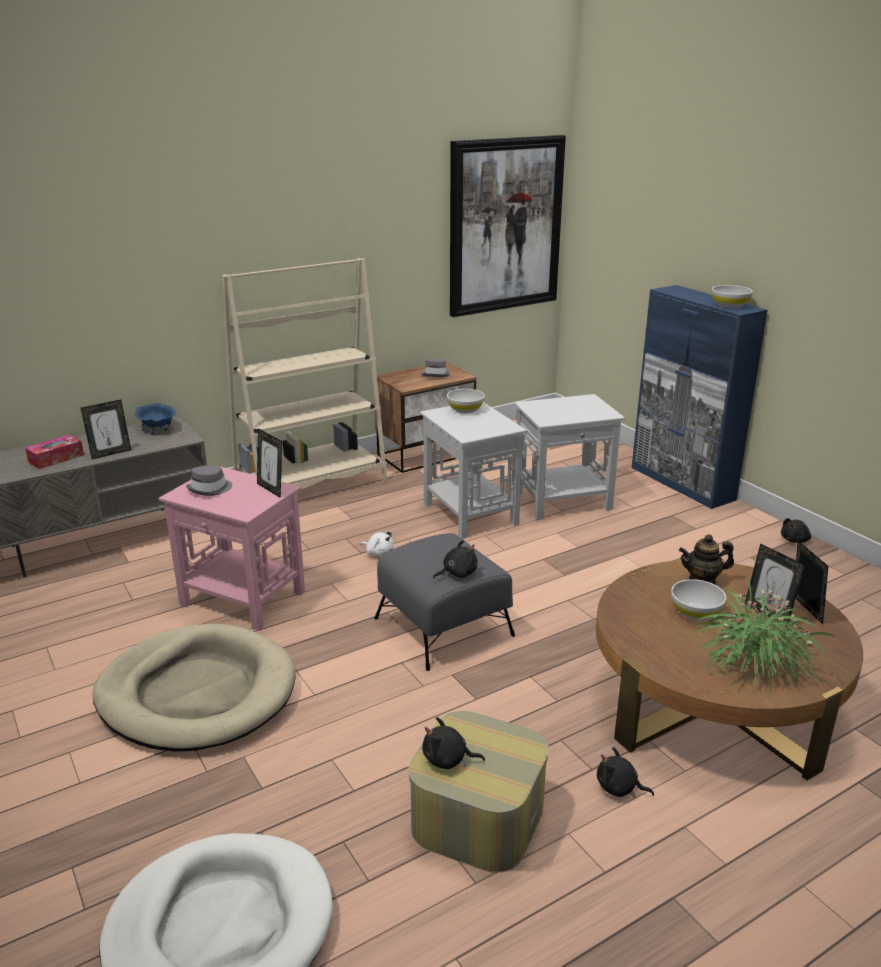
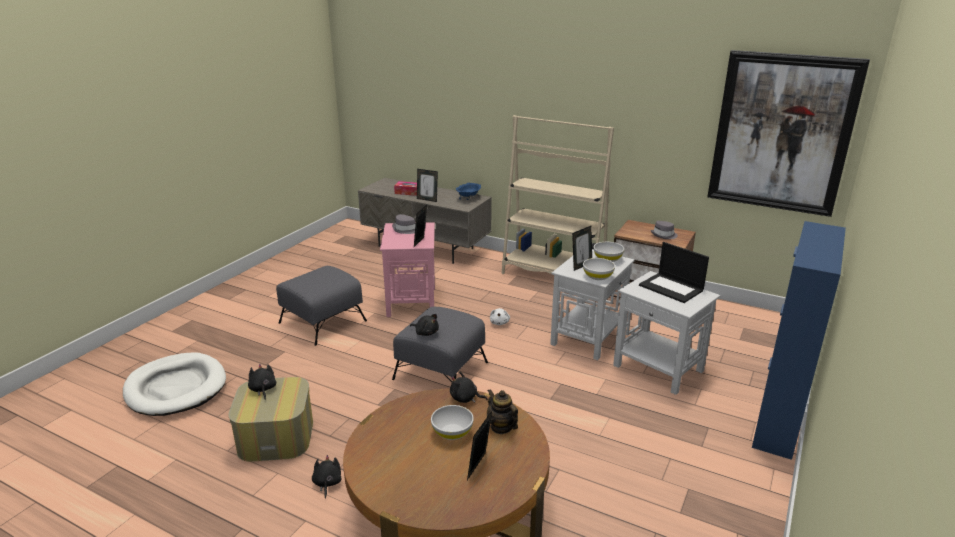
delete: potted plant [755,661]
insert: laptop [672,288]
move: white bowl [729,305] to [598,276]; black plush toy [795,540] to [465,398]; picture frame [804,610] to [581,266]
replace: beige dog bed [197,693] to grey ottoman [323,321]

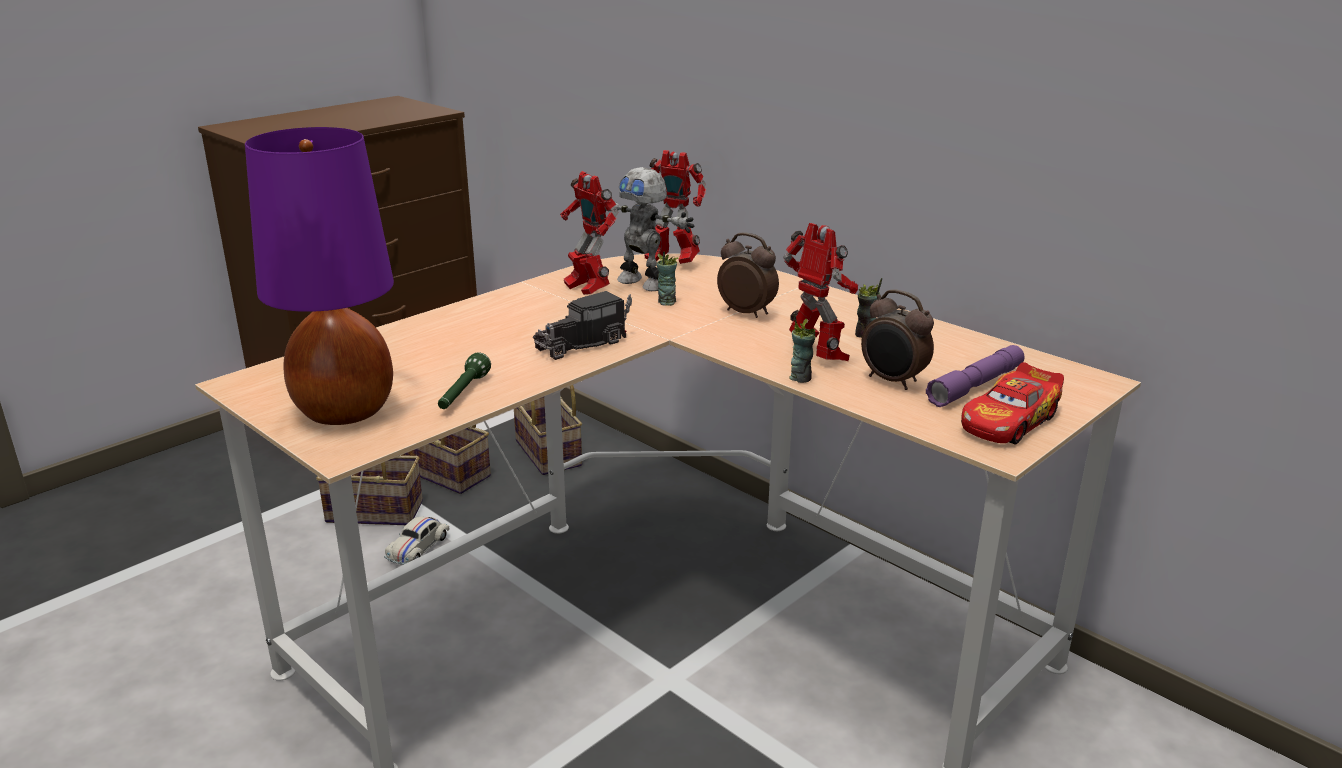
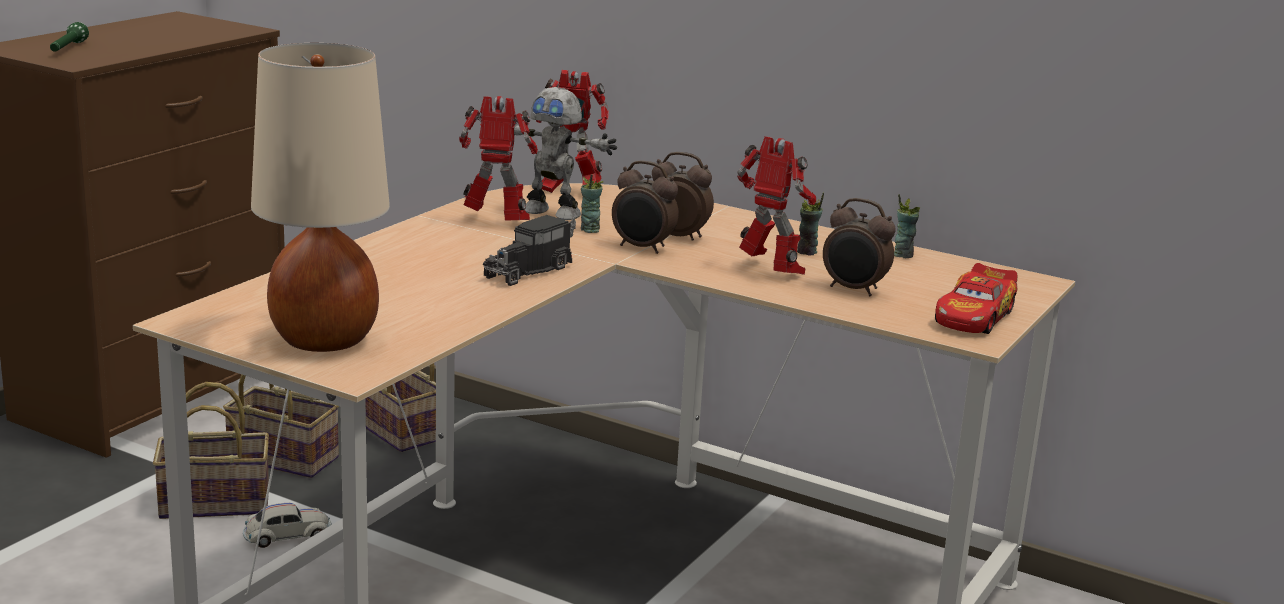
delete: purple flashlight [975,386]
insert: alarm clock [642,248]
move: green flashlight [463,394] to [67,49]; cup [800,378] to [903,255]
recolor: purple table lamp [346,411] to beige table lamp [326,340]
rotate: white toy car [418,548] = [287,535] 120 degrees counterclockwise; toy robot [587,291] = [497,222] 150 degrees clockwise

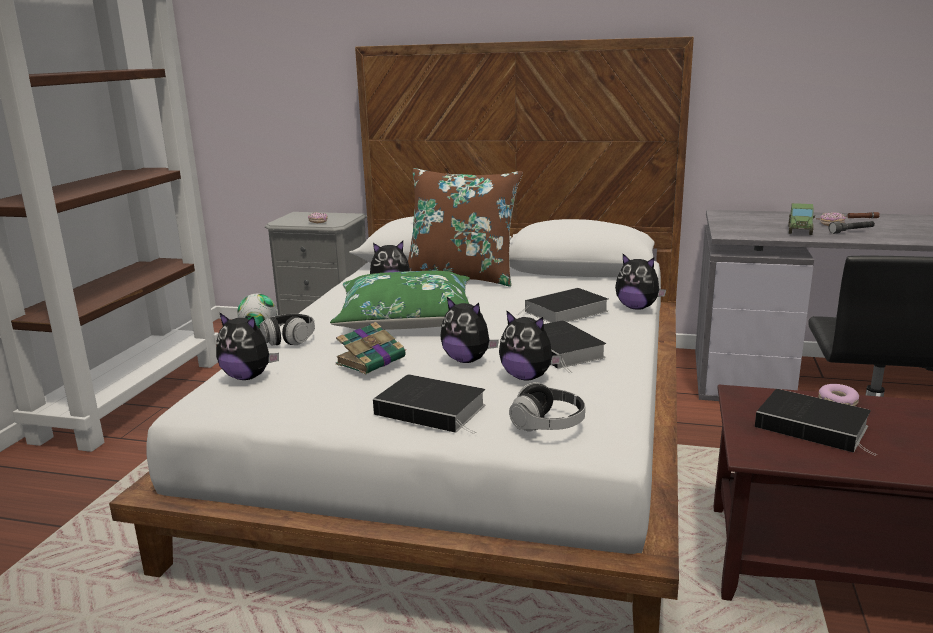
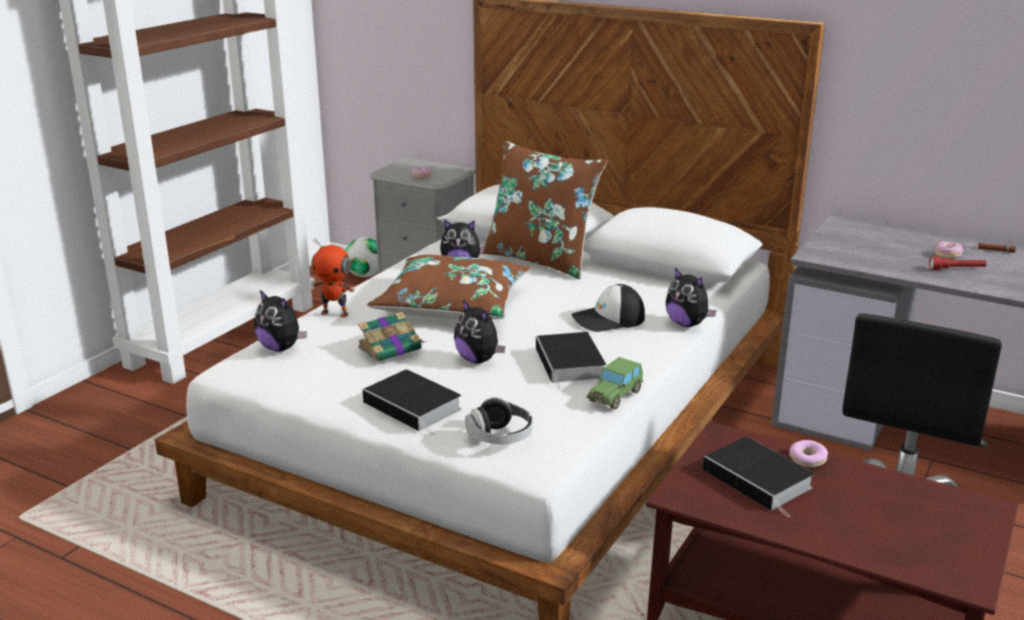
delete: plush toy [527,377]
move: toy car [799,230] to [615,396]
replace: headphones [289,339] to toy robot [335,313]; book [565,312] to cap [608,319]
recolor: green pillow [407,319] to brown pillow [452,305]; grey flashlight [851,231] to red flashlight [957,269]

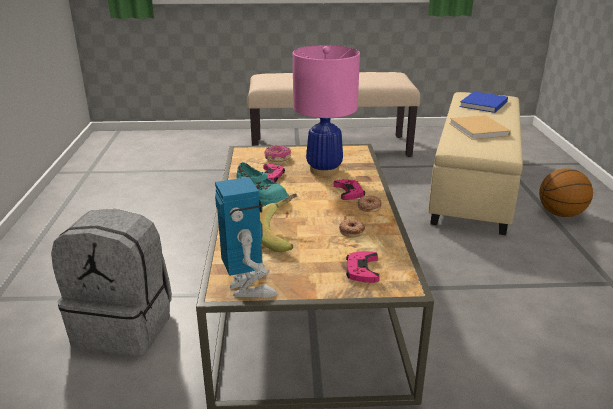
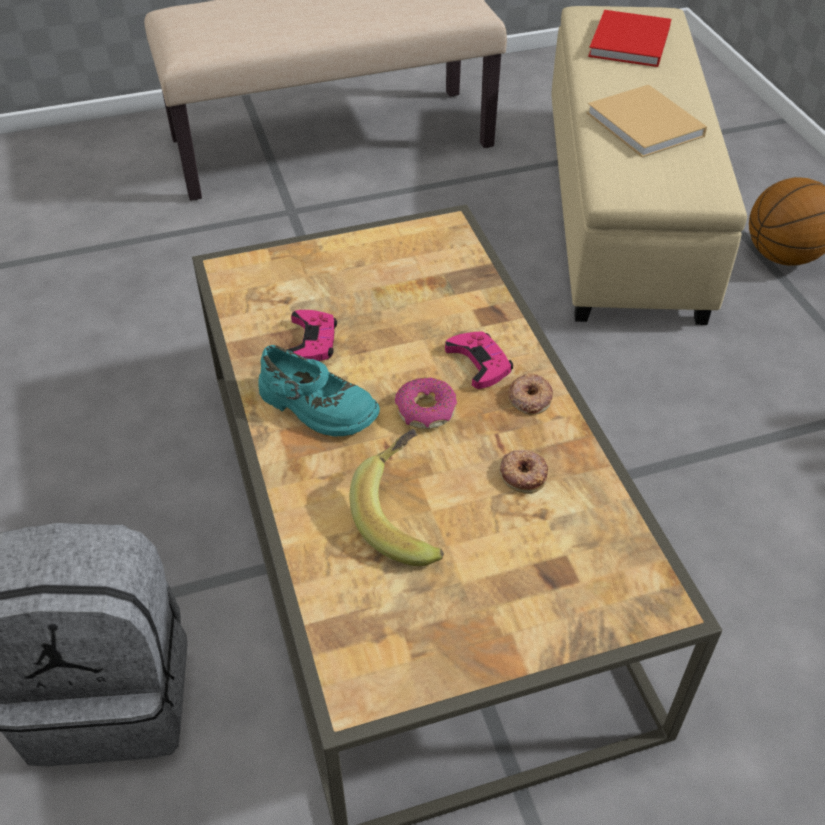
delete: toy robot [248,288]; pink table lamp [324,170]; pink game controller [362,270]
move: donut [277,158] to [425,411]
recolor: blue book [483,104] to red book [629,43]

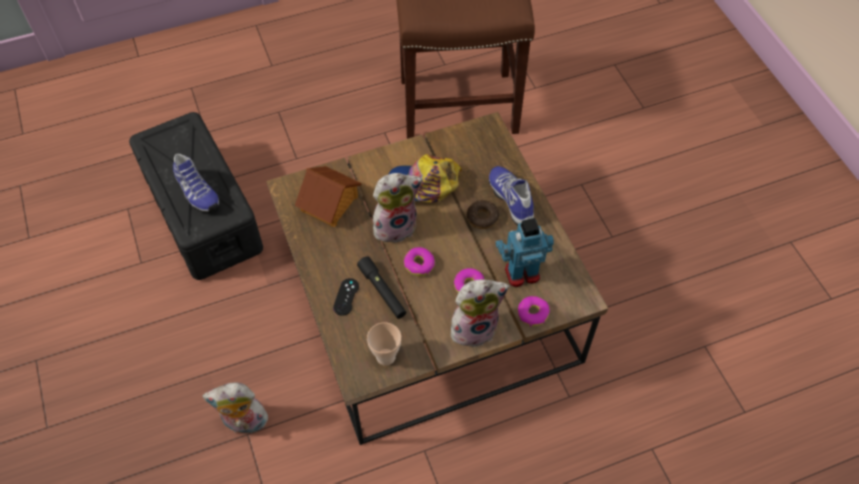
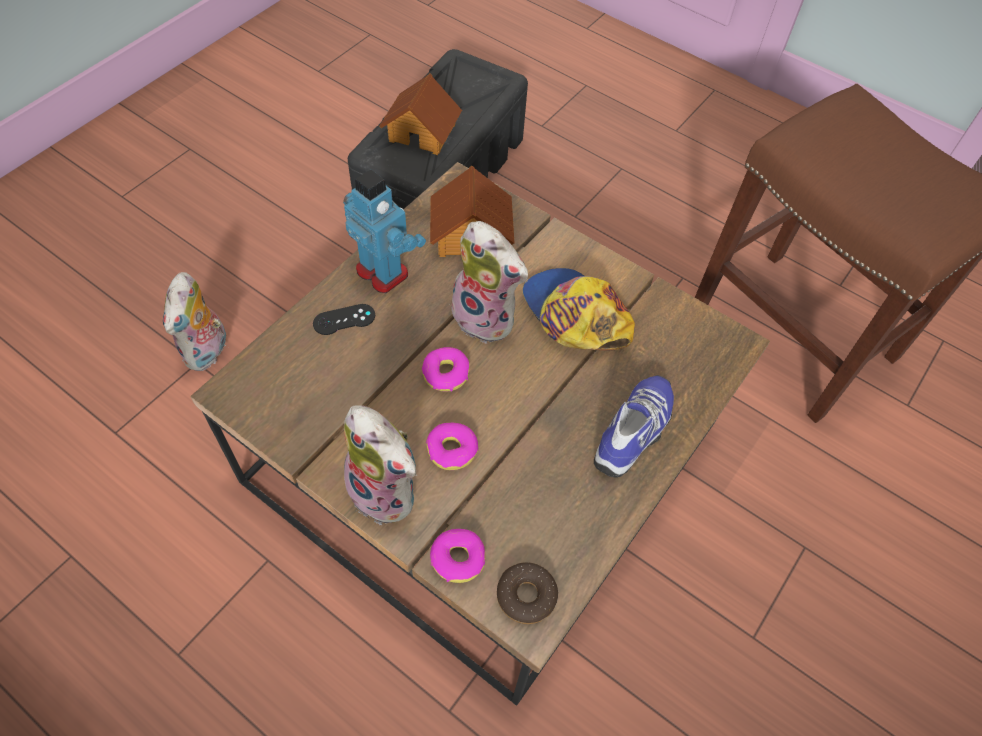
delete: black flashlight [382,291]; cup [385,357]
move: donut [482,217] to [526,596]; toy robot [521,273] to [383,272]
replace: shoe [196,192] to toy house [422,131]
rotate: plush toy [244,423] = [208,352] 135 degrees counterclockwise

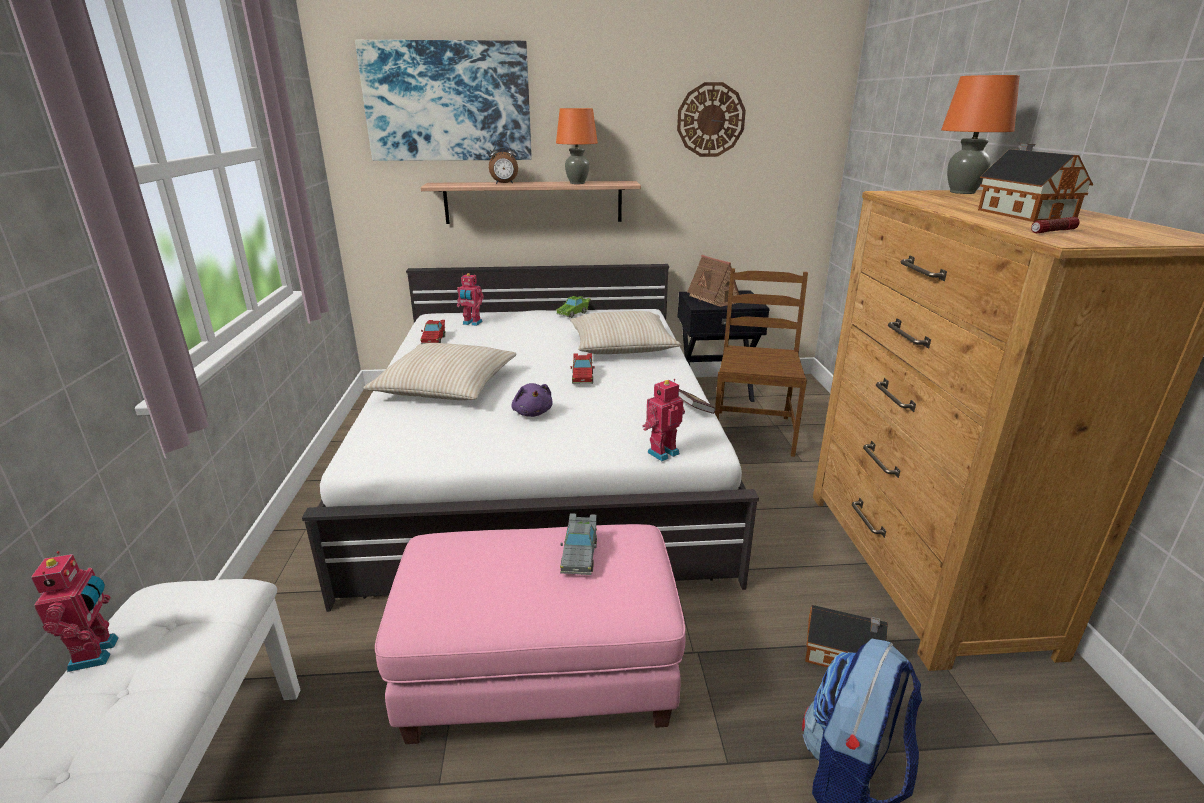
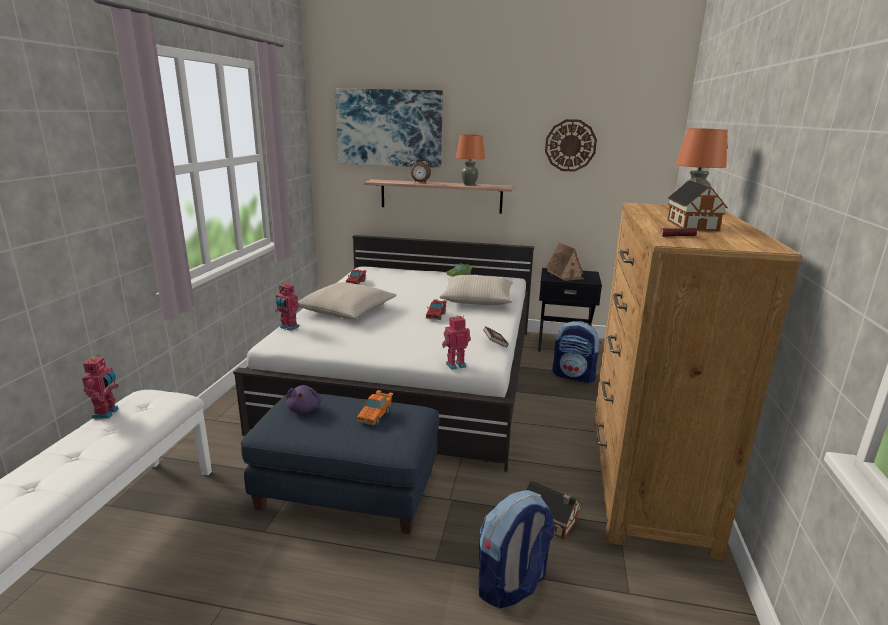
move: toy robot [472,323] to [288,327]; purple plush toy [532,412] to [304,409]
replace: brown chair [752,431] to backpack [574,376]
recolor: pink ottoman [541,671] to blue ottoman [349,490]; grey toy car [579,554] to orange toy car [376,415]

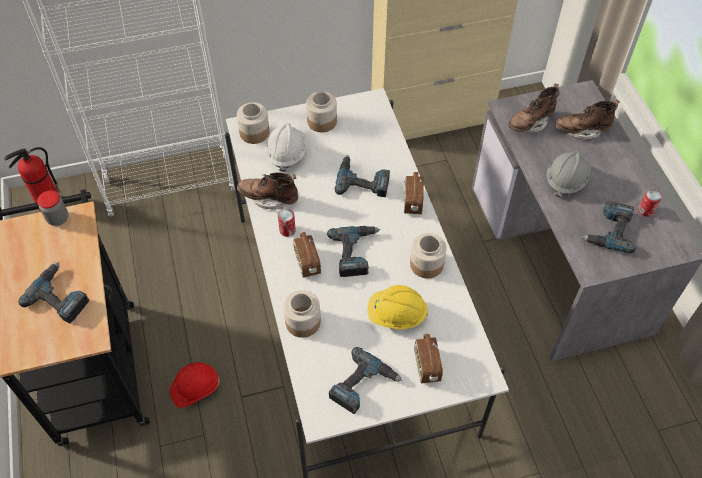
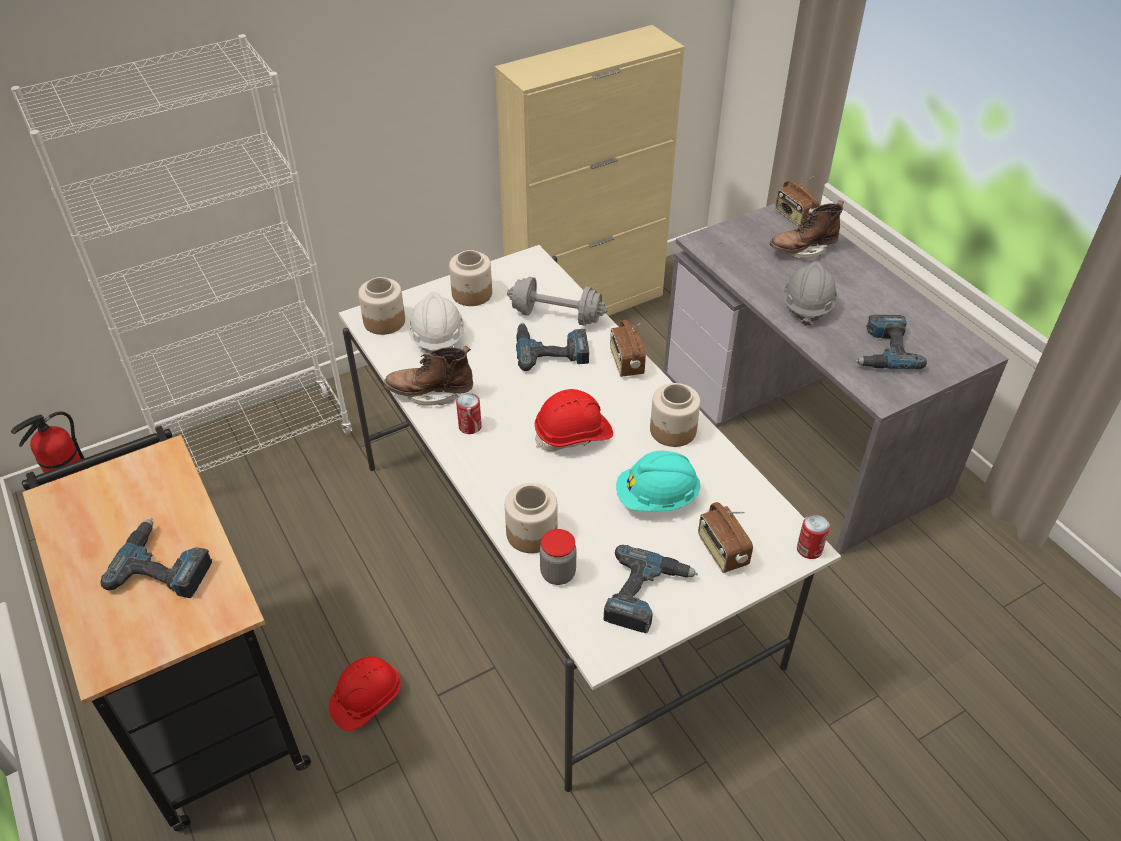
delete: brown boot [530,123]
insert: grey dumbbell [557,316]
move: jar [58,218] to [558,573]; radio [307,263] to [794,217]; can [646,210] to [809,549]
replace: power drill [356,253] to red hard hat [573,435]
recolor: yellow hard hat [396,315] to turquoise hard hat [657,498]

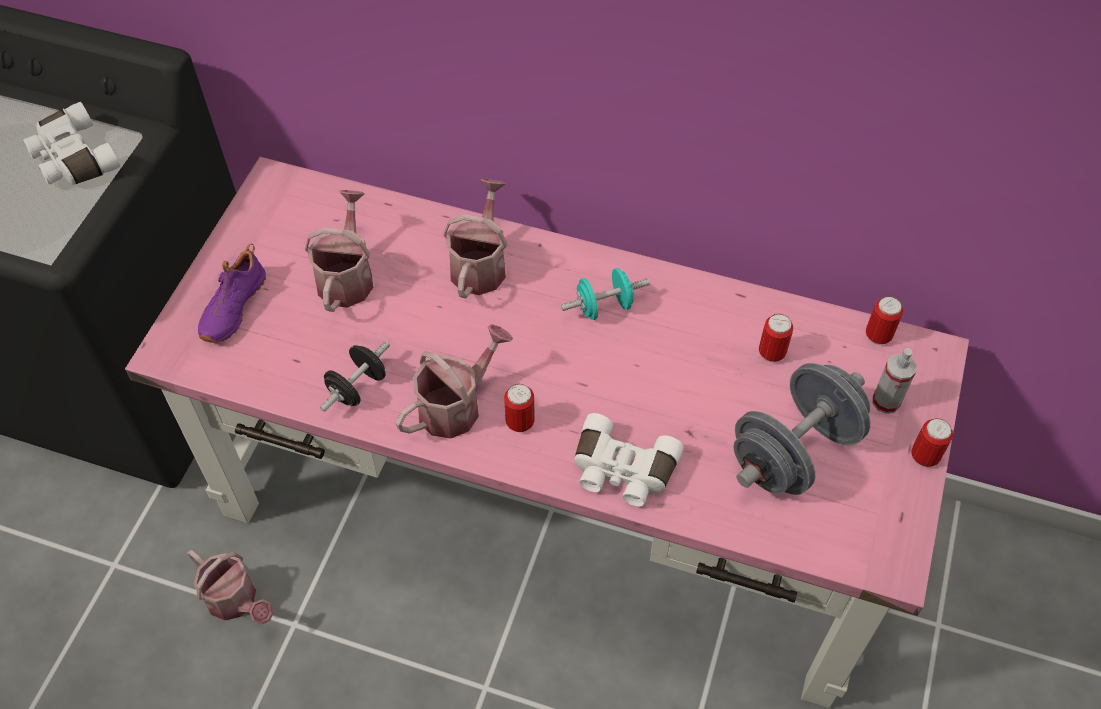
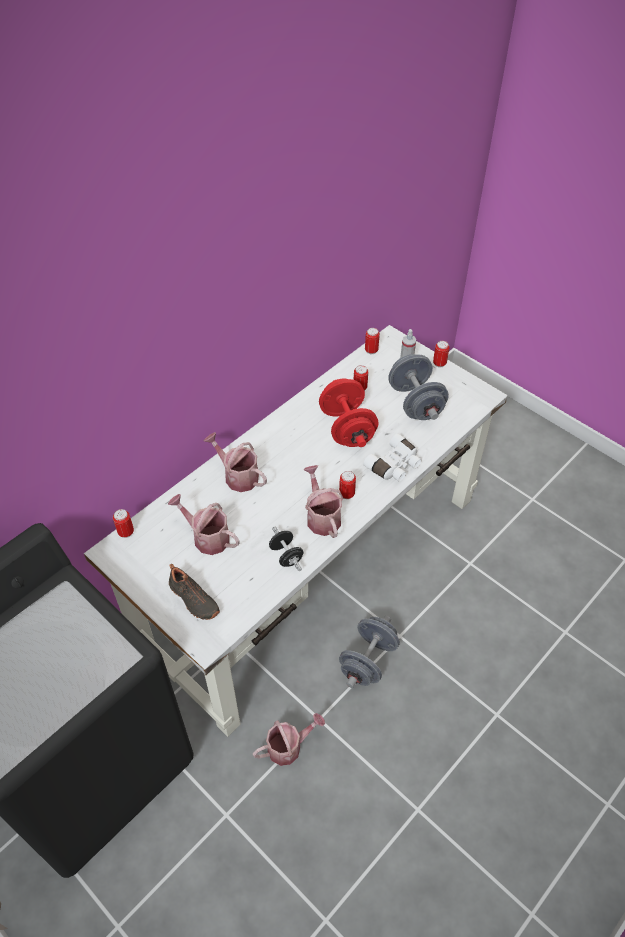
delete: white binoculars [72,159]; turquoise dumbbell [604,306]
insert: can [126,532]; red dumbbell [347,428]; grey dumbbell [368,660]
recolor: pink desk [553,505] to white desk [312,565]; purple shoe [231,307] to black shoe [193,600]

